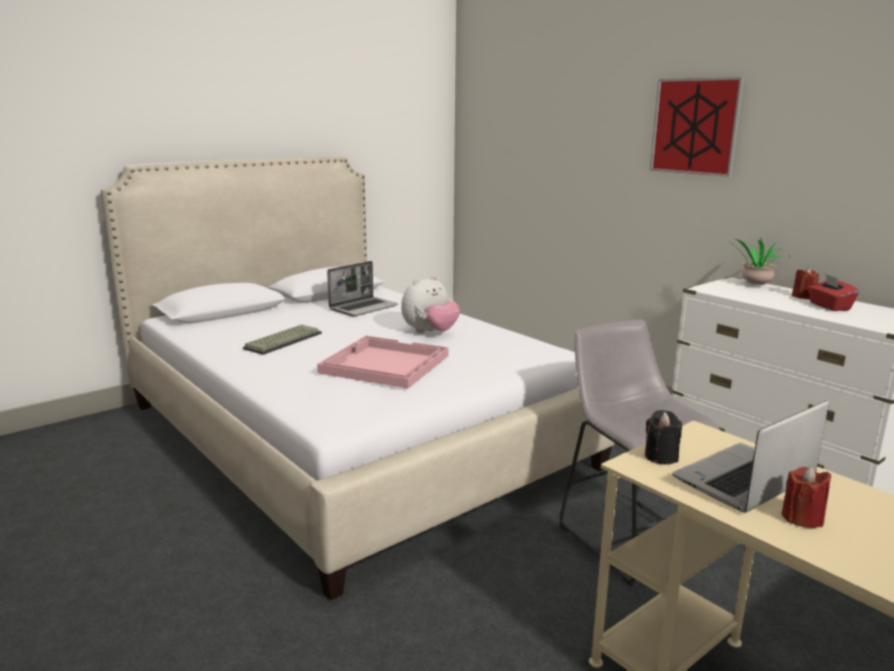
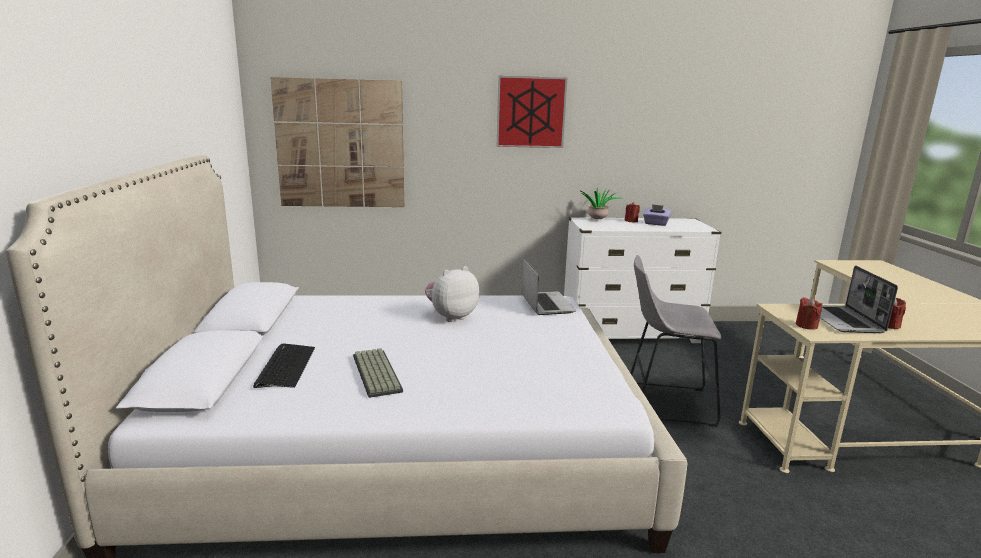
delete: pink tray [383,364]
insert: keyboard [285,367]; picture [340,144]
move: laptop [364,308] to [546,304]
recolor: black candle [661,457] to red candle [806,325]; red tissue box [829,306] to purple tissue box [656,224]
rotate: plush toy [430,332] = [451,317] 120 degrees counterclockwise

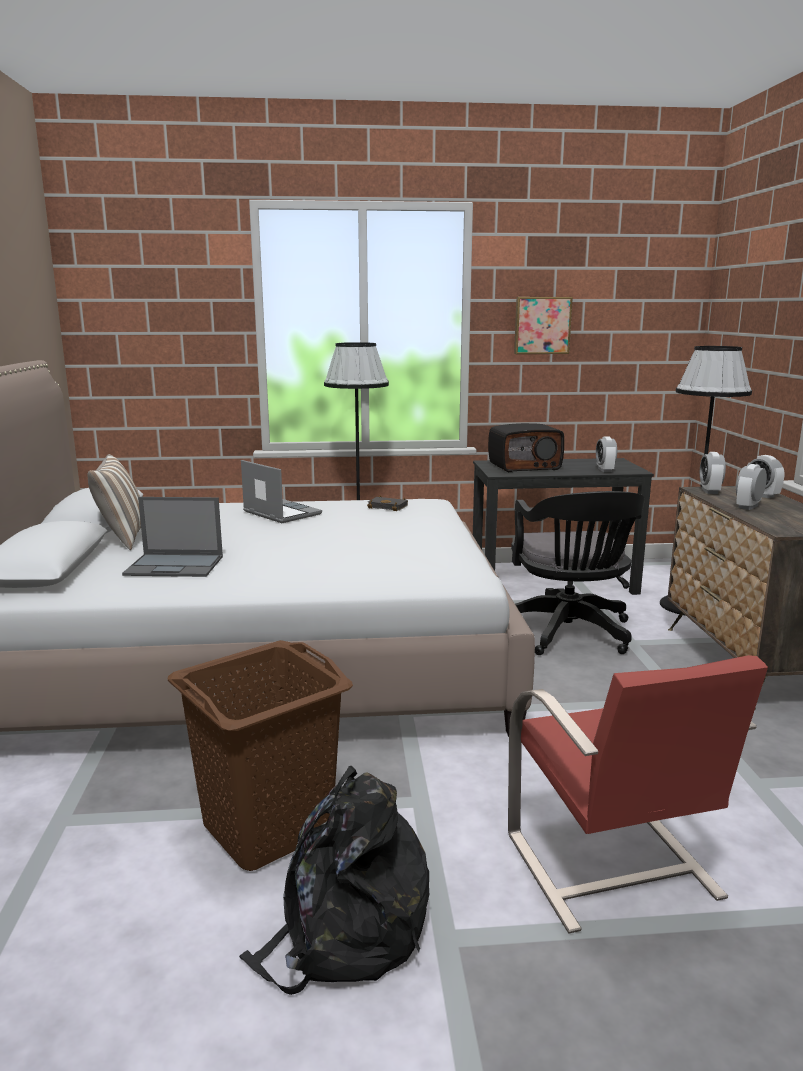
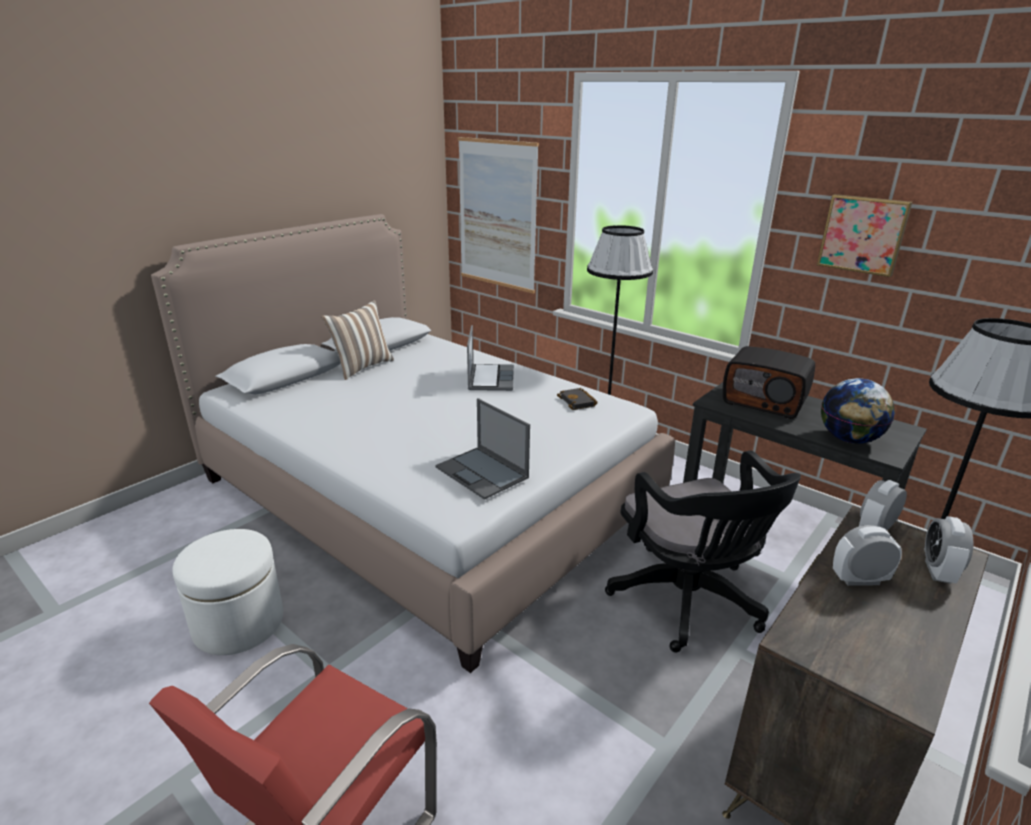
delete: black backpack [345,932]
insert: picture [497,215]
move: laptop [176,566] to [483,473]
replace: brown laundry basket [266,827] to white ottoman [238,623]; alarm clock [605,470] to globe [848,439]
rotate: black office chair [569,634] = [689,602] 60 degrees counterclockwise

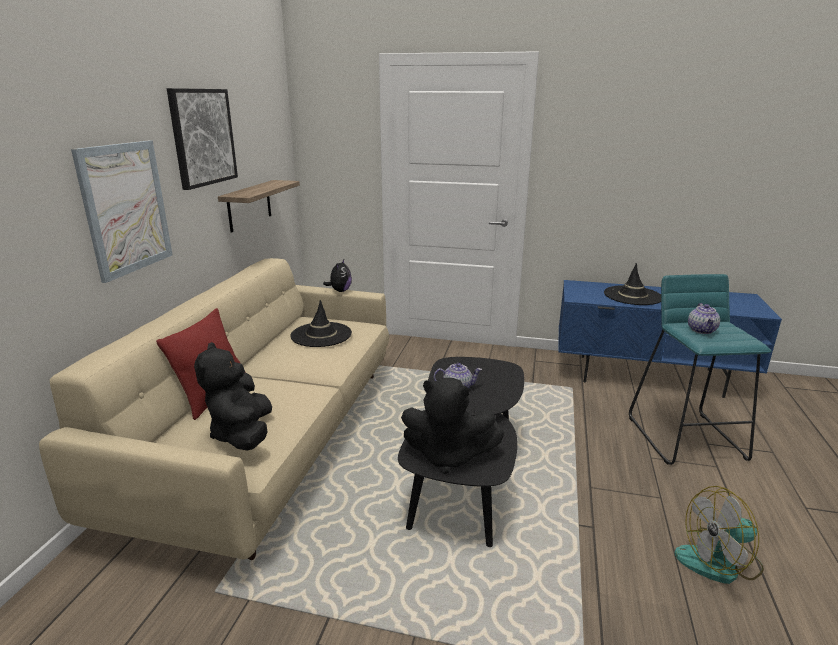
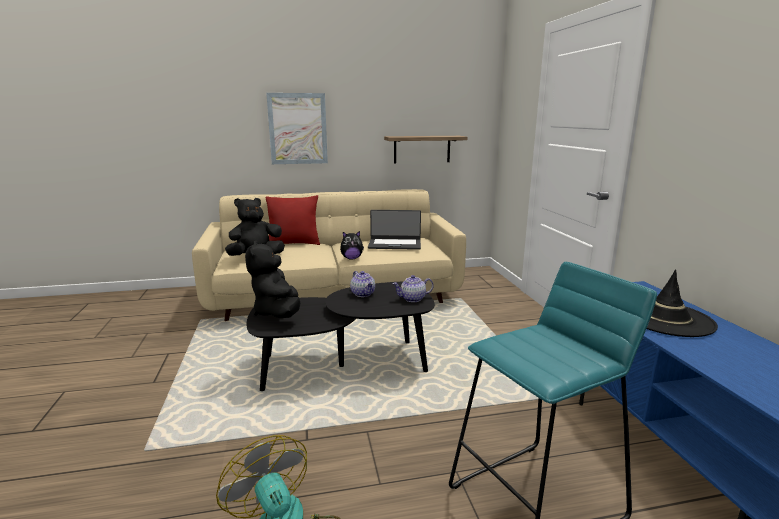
delete: picture [202,137]
move: plush toy [340,291] to [351,258]; teapot [702,330] to [412,299]
replace: black hat [321,335] to laptop [394,244]

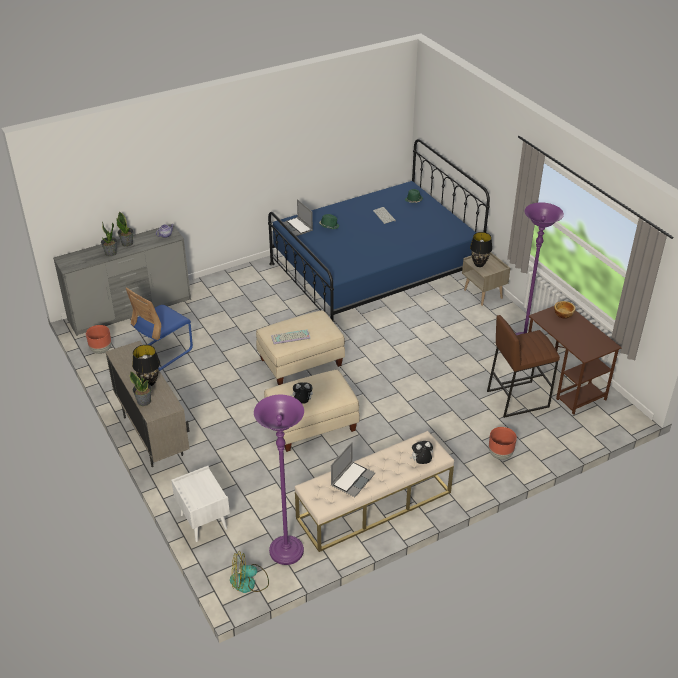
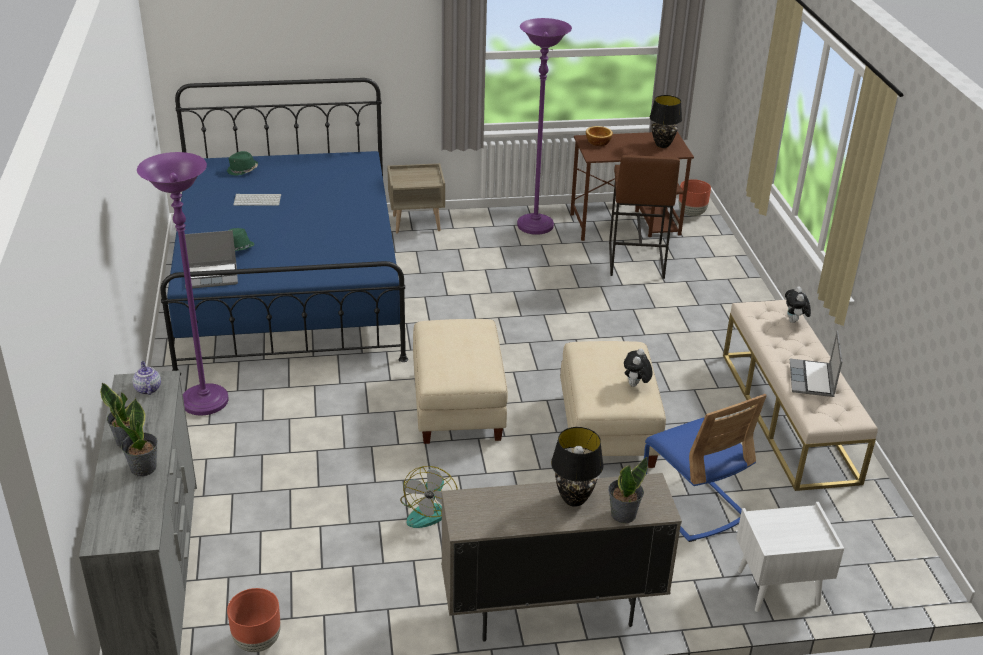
delete: keyboard [290,337]
move: blue chair [163,352] to [693,505]; fan [249,582] to [428,510]; purple floor lamp [286,551] to [205,402]; black table lamp [479,264] to [662,145]; brown planter [500,454] to [692,213]
rotate: laptop [352,479] = [812,380] 135 degrees counterclockwise

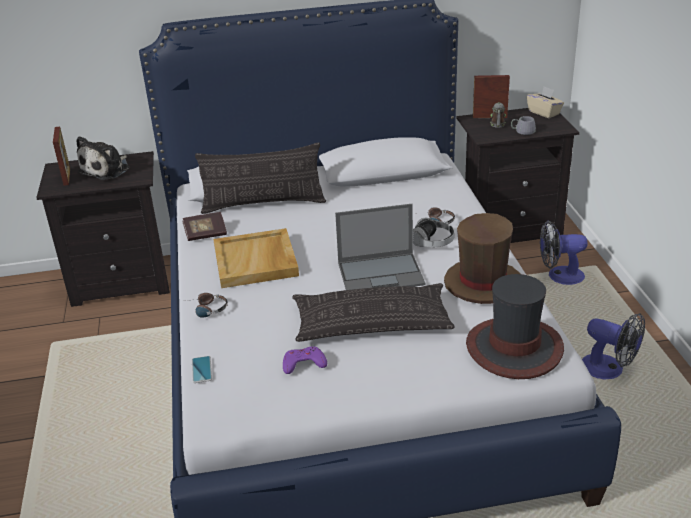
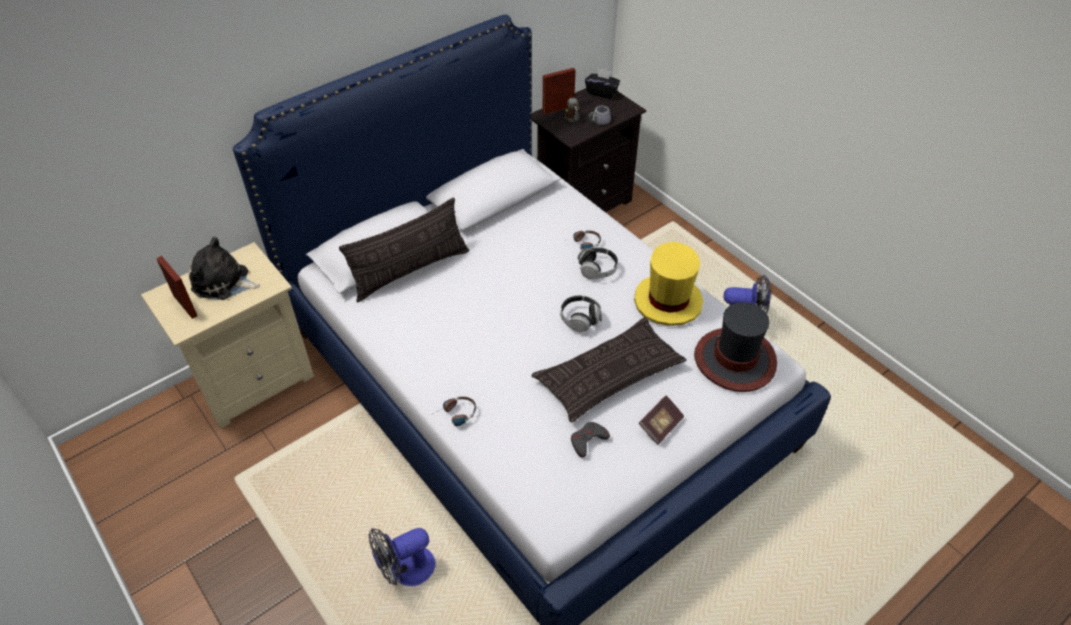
delete: phone [201,370]; beige tray [256,261]
move: book [205,234] to [660,425]; fan [559,276] to [405,570]
replace: laptop [381,273] to headphones [580,319]
recolor: black nightstand [122,281] to beige nightstand [253,380]; purple game controller [303,363] to grey game controller [588,440]; brown hat [482,283] to yellow hat [667,301]; beige tissue box [544,112] to black tissue box [601,92]
rotate: plush toy [107,170] = [223,282] 105 degrees clockwise

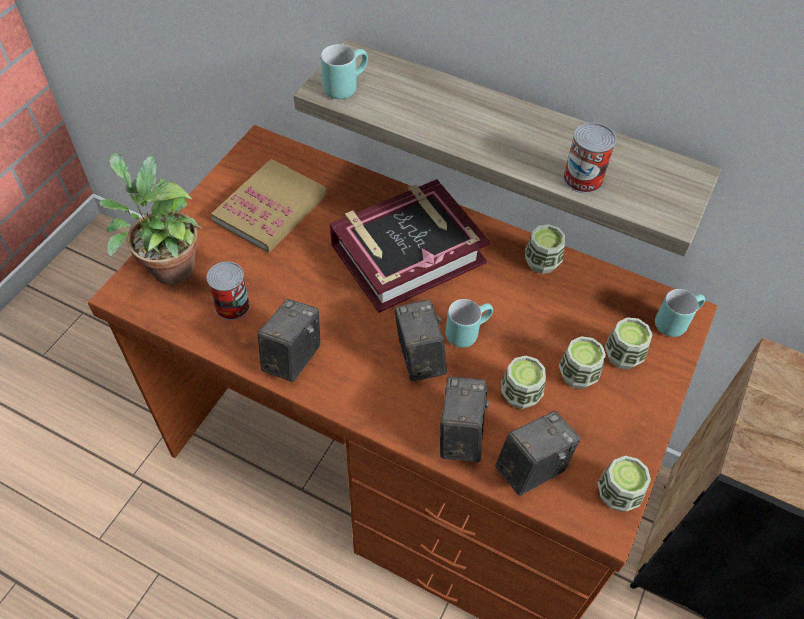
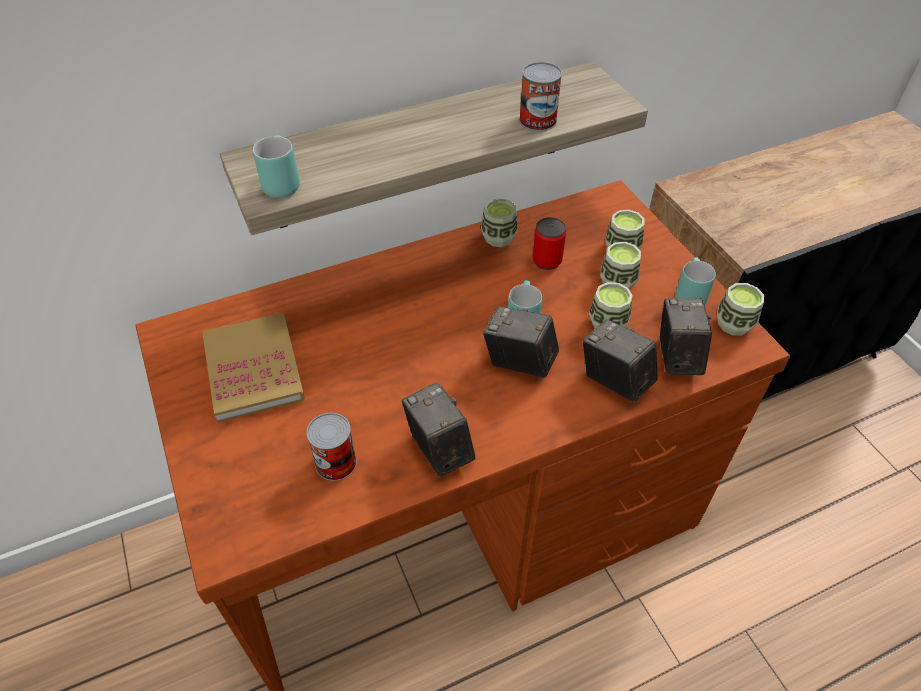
delete: potted plant [168,266]; book [407,253]
insert: can [547,261]
move: turquoise mug [674,321] to [687,294]

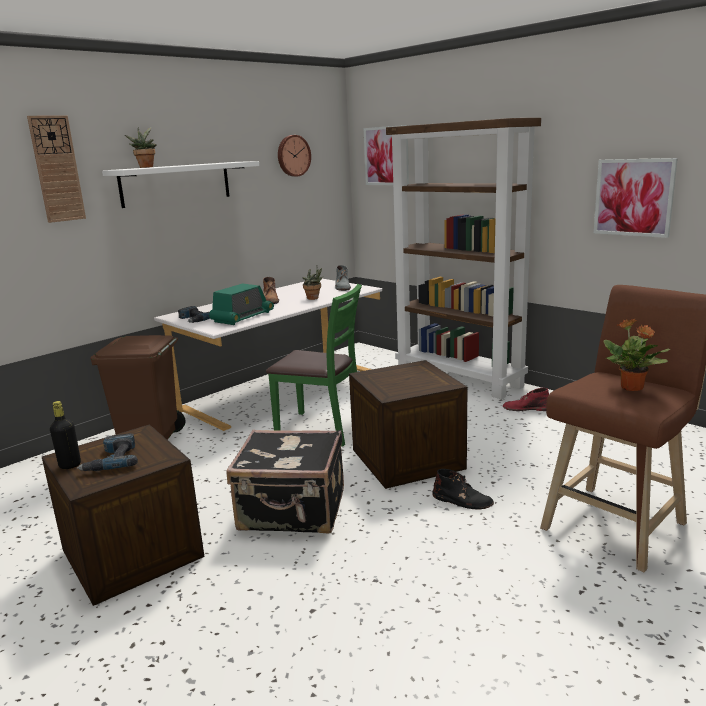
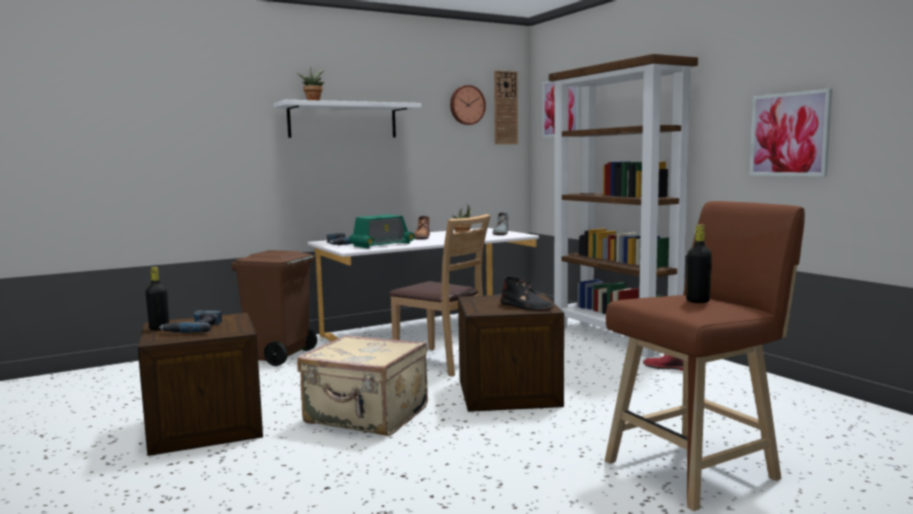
move: wall clock [57,169] to [505,107]; black boot [462,501] to [526,307]
replace: potted plant [632,388] to black bottle [697,301]
recolor: black suitcase [293,511] to beige suitcase [366,416]; green chair [322,428] to brown chair [442,361]

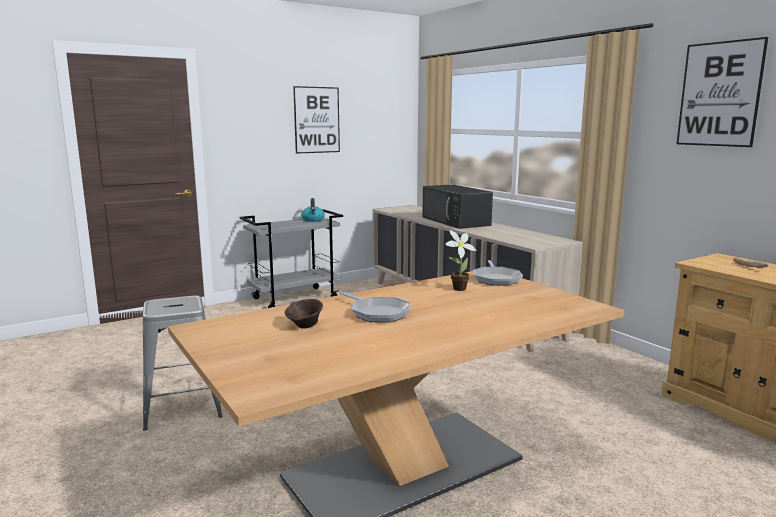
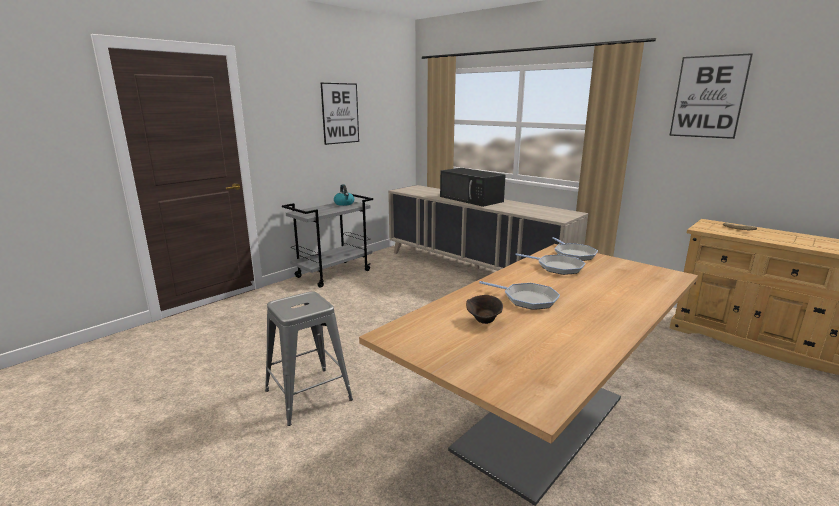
replace: potted plant [457,289] to frying pan [557,267]

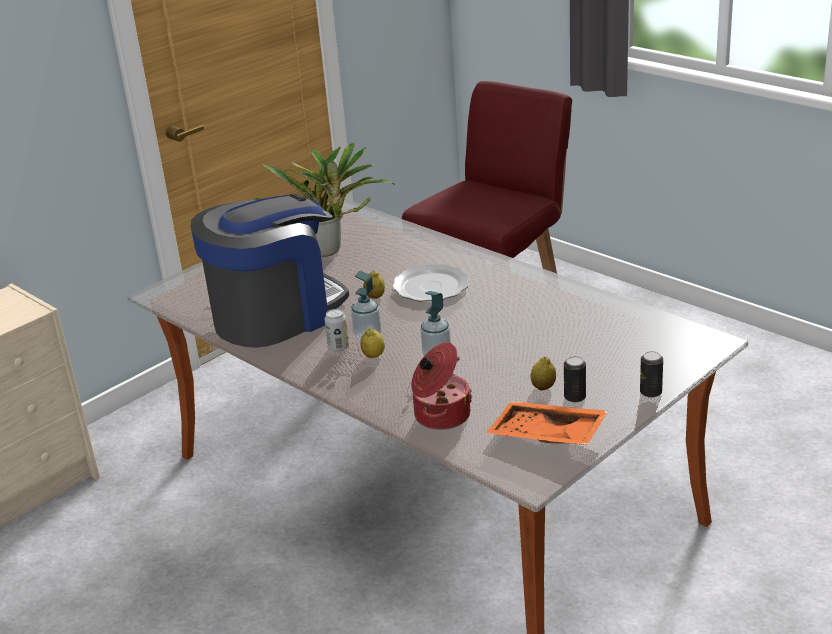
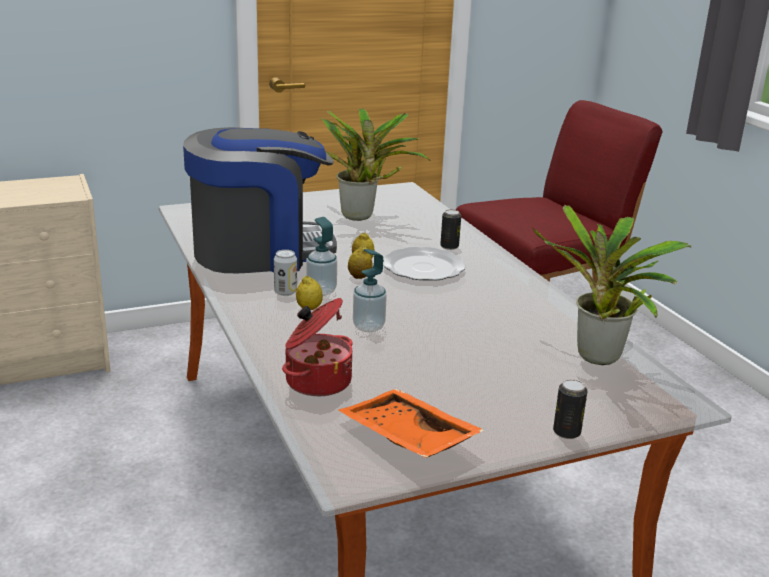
insert: potted plant [597,360]
move: lemon [543,387] to [359,277]; can [574,397] to [449,246]

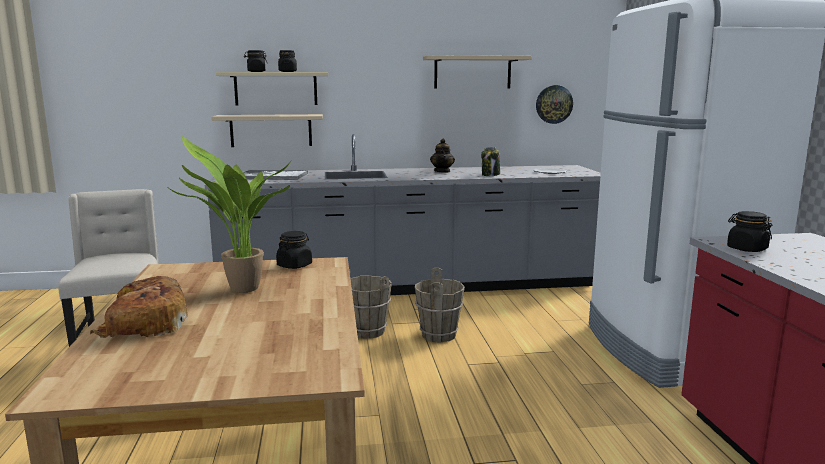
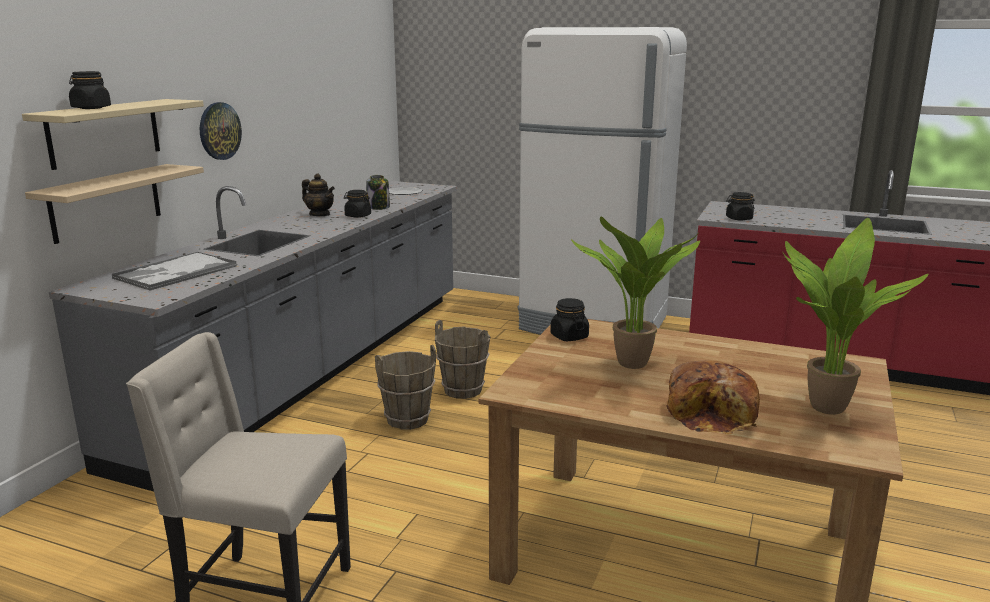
delete: beige shelf [472,72]
insert: potted plant [821,406]
move: black jar [287,71] to [358,216]; wall clock [554,104] to [219,131]

